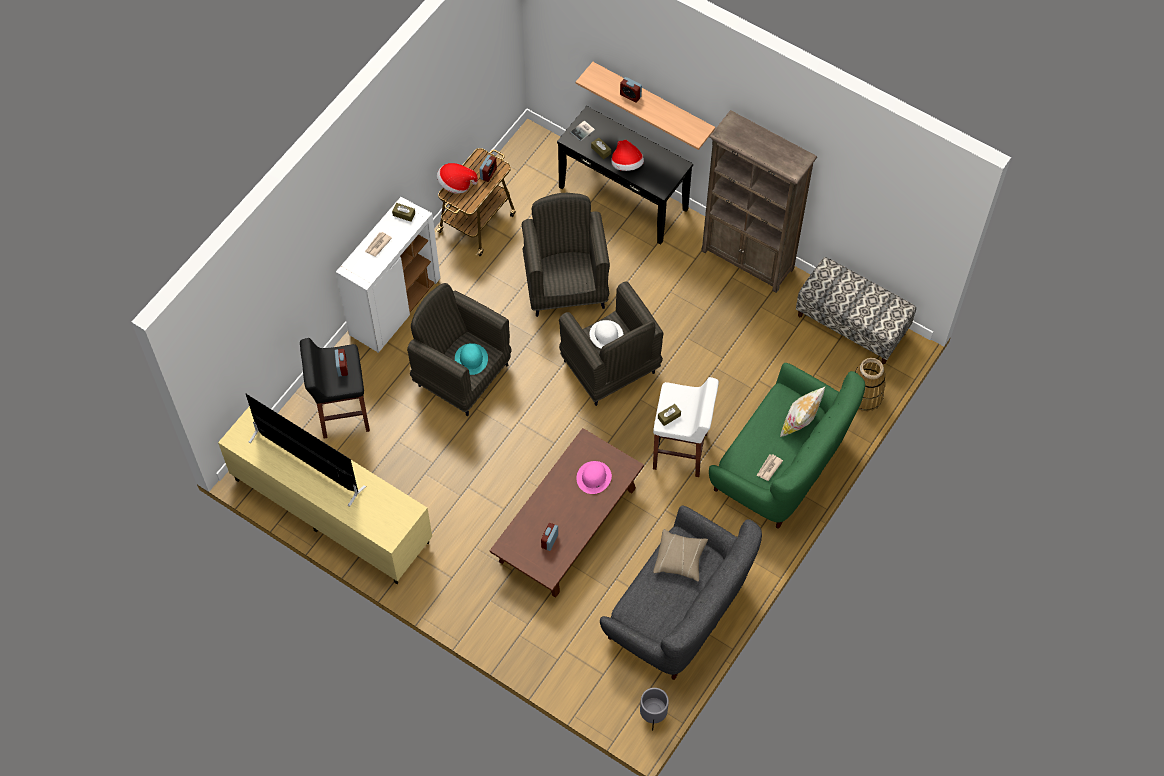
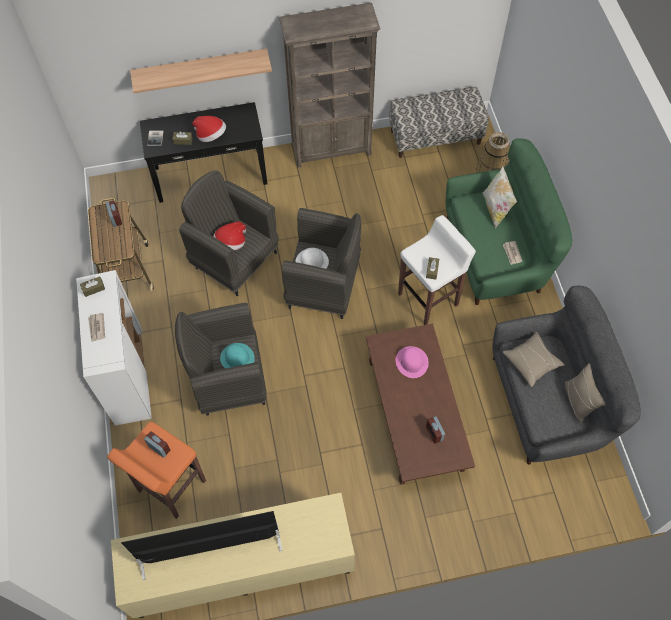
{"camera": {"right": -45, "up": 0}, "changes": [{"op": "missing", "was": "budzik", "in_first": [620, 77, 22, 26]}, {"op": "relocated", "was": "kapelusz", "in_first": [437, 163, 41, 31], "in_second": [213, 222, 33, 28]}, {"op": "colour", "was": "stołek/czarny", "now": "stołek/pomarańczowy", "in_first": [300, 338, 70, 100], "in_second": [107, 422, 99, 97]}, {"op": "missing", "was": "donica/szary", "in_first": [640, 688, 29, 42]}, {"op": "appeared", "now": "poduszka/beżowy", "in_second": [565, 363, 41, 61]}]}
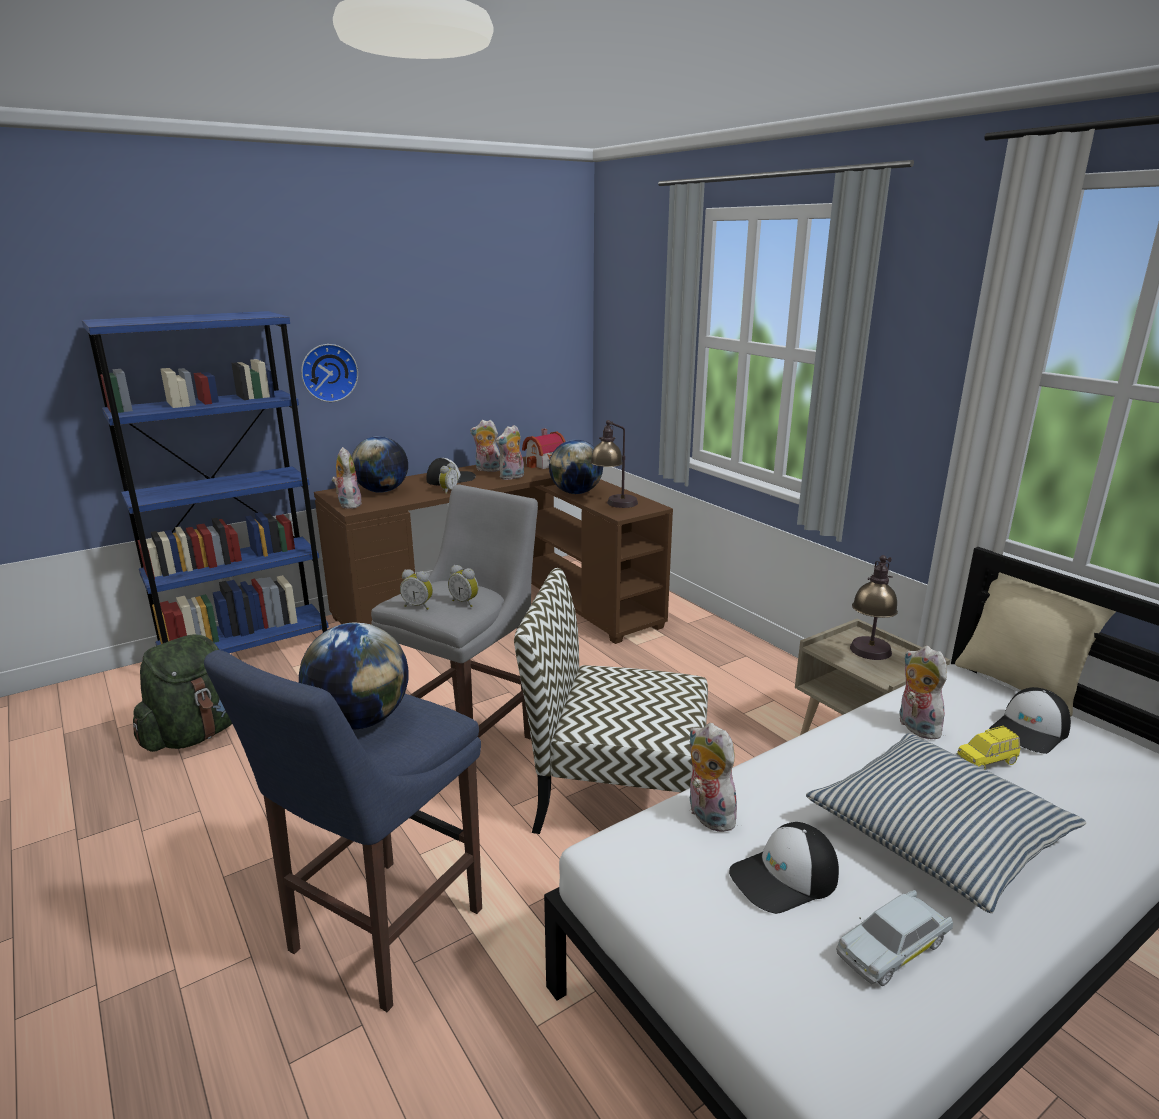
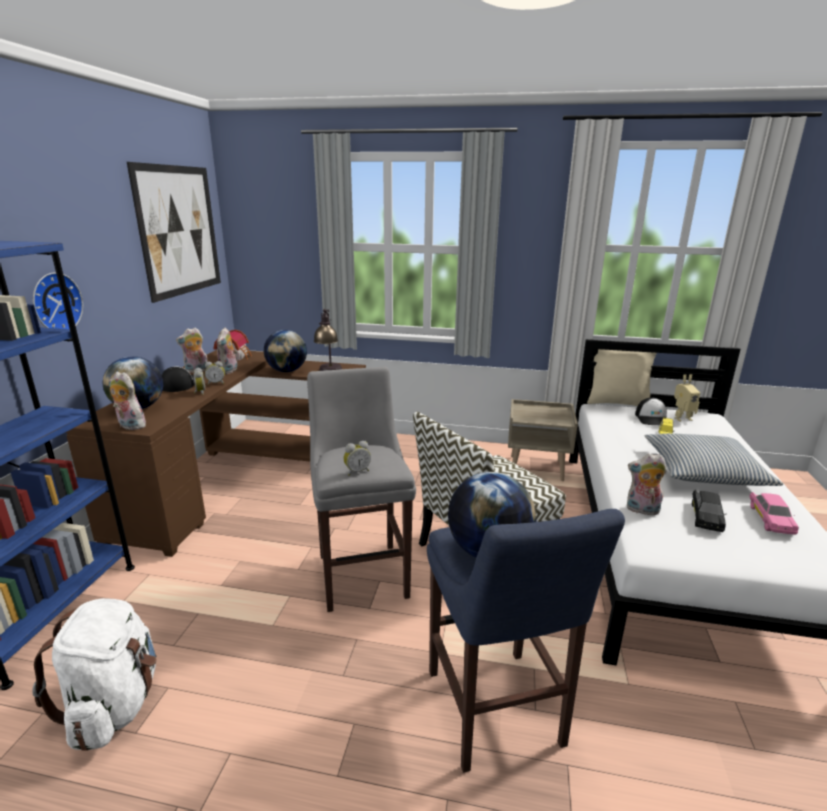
{"camera": {"right": -45, "up": 0}, "changes": [{"op": "missing", "was": "lampa stołowa", "in_first": [850, 555, 48, 105]}, {"op": "relocated", "was": "budzik", "in_first": [448, 565, 31, 42], "in_second": [205, 361, 20, 24]}, {"op": "colour", "was": "plecak/zielony", "now": "plecak/biały", "in_first": [133, 634, 99, 118], "in_second": [32, 598, 125, 153]}, {"op": "missing", "was": "pluszak", "in_first": [900, 646, 48, 93]}, {"op": "exchanged", "was": "czapka z daszkiem", "now": "samochodzik/czarny", "in_first": [729, 822, 110, 92], "in_second": [692, 490, 34, 42]}, {"op": "colour", "was": "samochodzik/biały", "now": "samochodzik/różowy", "in_first": [836, 890, 117, 96], "in_second": [749, 492, 50, 43]}, {"op": "appeared", "now": "obraz", "in_second": [127, 162, 94, 141]}, {"op": "appeared", "now": "robot zabawkowy", "in_second": [674, 374, 26, 47]}]}
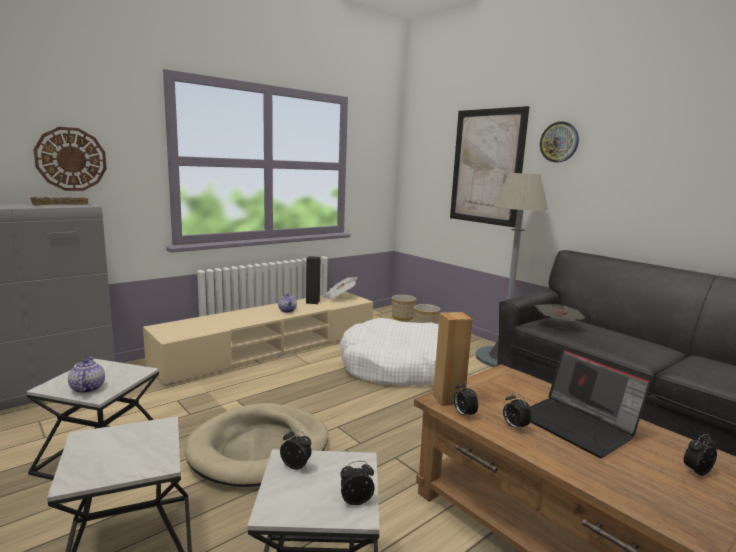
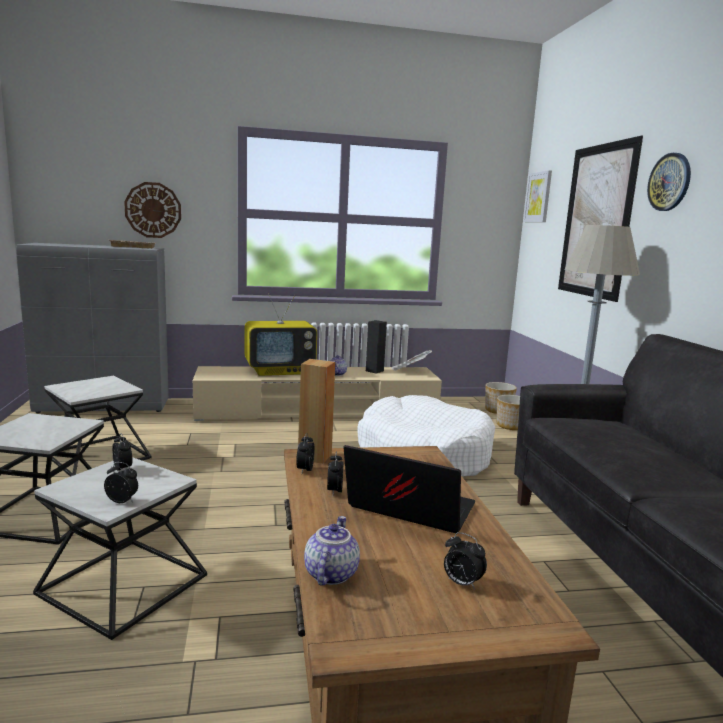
{"camera": {"right": 30, "up": 0}, "changes": [{"op": "missing", "was": "gazeta", "in_first": [534, 304, 51, 17]}, {"op": "spun", "was": "laptop", "in_first": [530, 348, 121, 110], "in_second": [344, 445, 131, 88], "clockwise": 120}, {"op": "relocated", "was": "imbryk", "in_first": [68, 357, 37, 36], "in_second": [304, 516, 56, 69]}, {"op": "missing", "was": "legowisko/beżowy", "in_first": [184, 403, 144, 84]}, {"op": "spun", "was": "budzik", "in_first": [684, 434, 33, 42], "in_second": [444, 532, 43, 58], "clockwise": -150}, {"op": "appeared", "now": "obraz", "in_second": [523, 170, 29, 52]}, {"op": "appeared", "now": "telewizor", "in_second": [245, 294, 72, 82]}]}
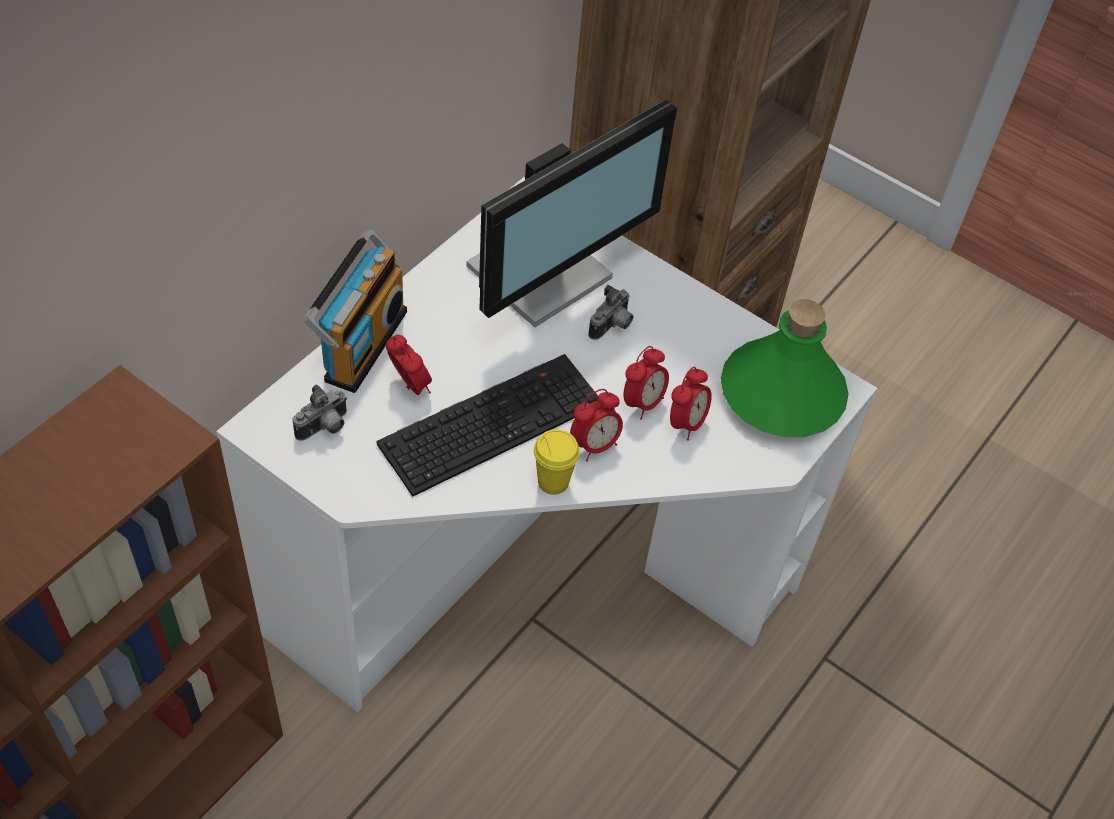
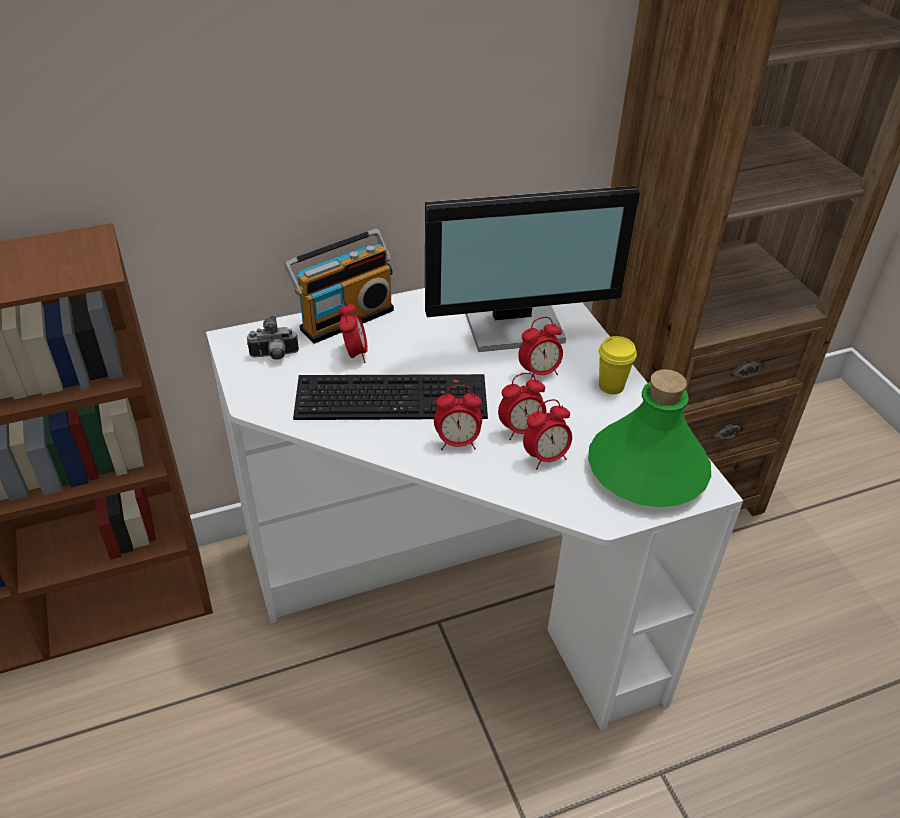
{"camera": {"right": 35, "up": -10}, "changes": [{"op": "exchanged", "was": "aparat fotograficzny", "now": "budzik", "in_first": [588, 285, 45, 55], "in_second": [518, 317, 45, 63]}, {"op": "relocated", "was": "filiżanka/żółty", "in_first": [533, 429, 47, 66], "in_second": [599, 336, 38, 58]}]}
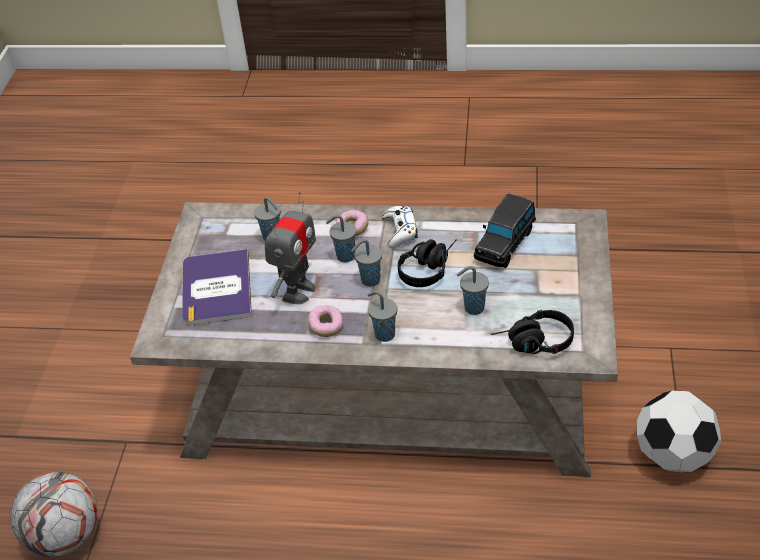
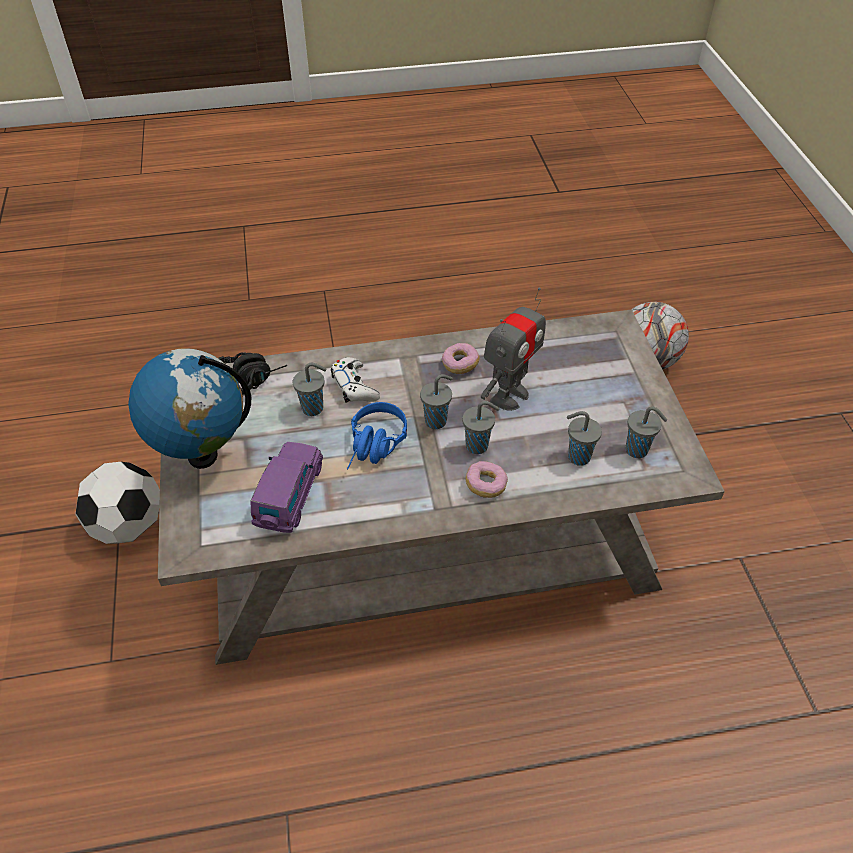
{"camera": {"right": 160, "up": 5}, "changes": [{"op": "spun", "was": "robot zabawkowy", "in_first": [265, 191, 51, 113], "in_second": [481, 287, 65, 124], "clockwise": -150}, {"op": "colour", "was": "samochodzik/czarny", "now": "samochodzik/fioletowy", "in_first": [474, 193, 62, 75], "in_second": [251, 442, 72, 91]}, {"op": "relocated", "was": "pad do gier/biały", "in_first": [382, 206, 36, 42], "in_second": [331, 357, 49, 46]}, {"op": "colour", "was": "słuchawki/czarny", "now": "słuchawki/niebieski", "in_first": [398, 239, 58, 48], "in_second": [347, 402, 60, 68]}, {"op": "missing", "was": "książka", "in_first": [182, 249, 70, 76]}, {"op": "relocated", "was": "filiżanka/szary", "in_first": [368, 291, 29, 51], "in_second": [626, 406, 41, 52]}, {"op": "appeared", "now": "globus", "in_second": [128, 348, 123, 121]}]}
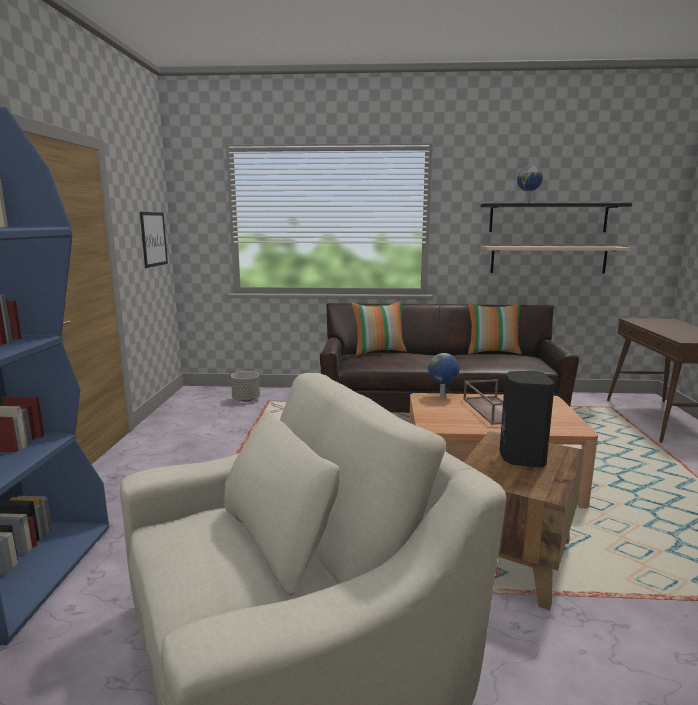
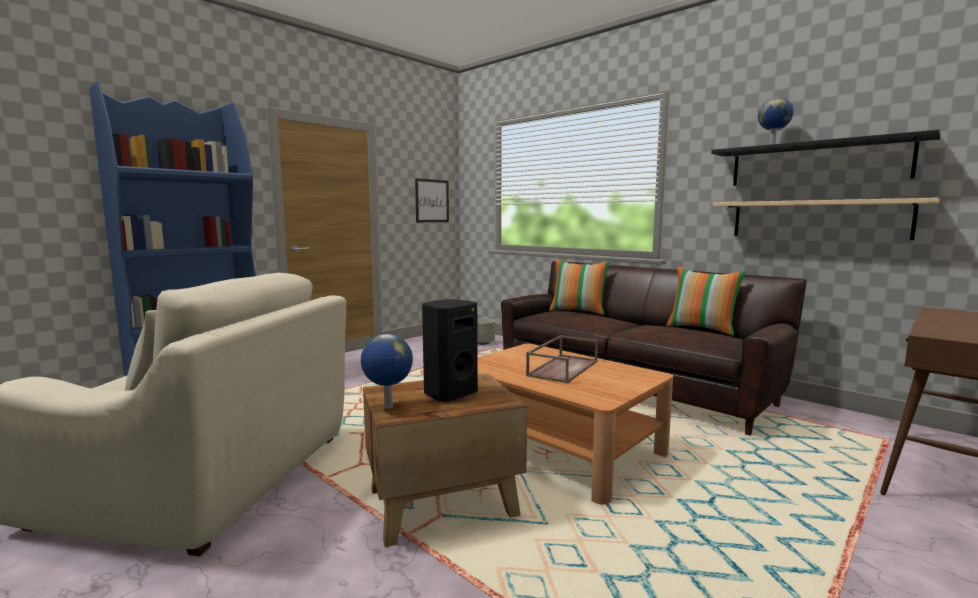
{"camera": {"right": 40, "up": -5}, "changes": [{"op": "relocated", "was": "globus", "in_first": [428, 353, 31, 45], "in_second": [361, 334, 52, 75]}]}
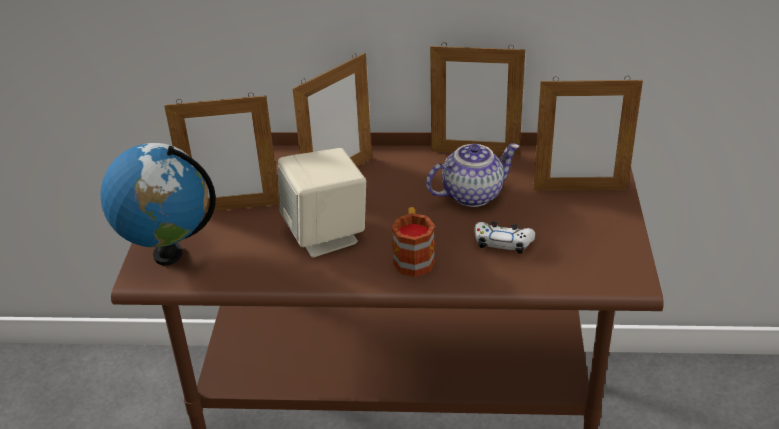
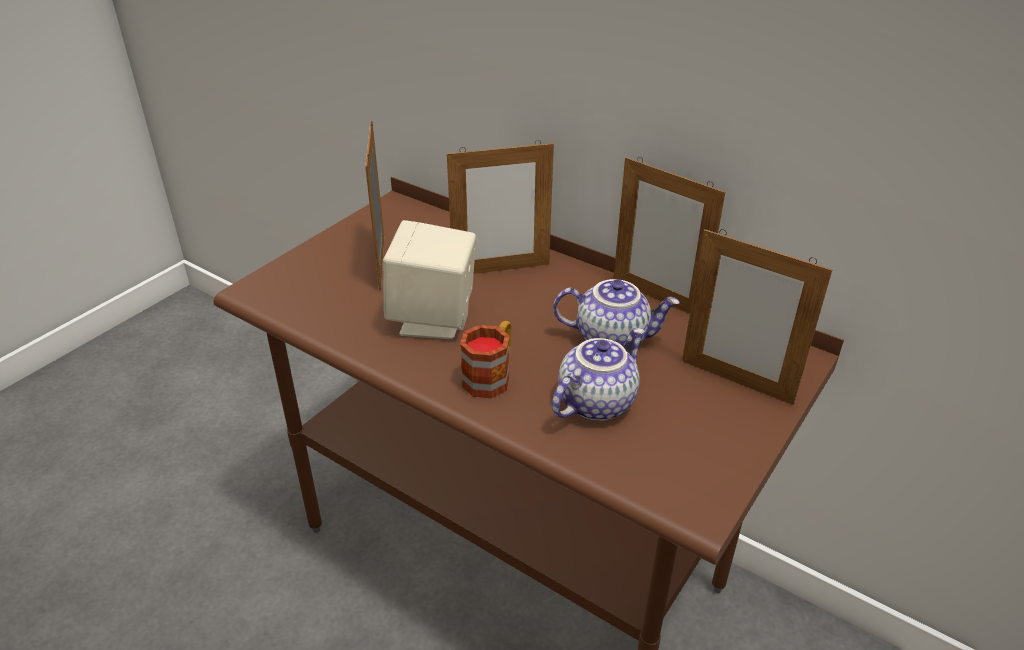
{"camera": {"right": 30, "up": 0}, "changes": [{"op": "spun", "was": "ramka na zdjęcie", "in_first": [164, 94, 115, 118], "in_second": [365, 120, 19, 171], "clockwise": 60}, {"op": "missing", "was": "globus", "in_first": [100, 143, 116, 123]}, {"op": "exchanged", "was": "pad do gier/biały", "now": "imbryk", "in_first": [475, 221, 60, 33], "in_second": [552, 328, 93, 93]}]}
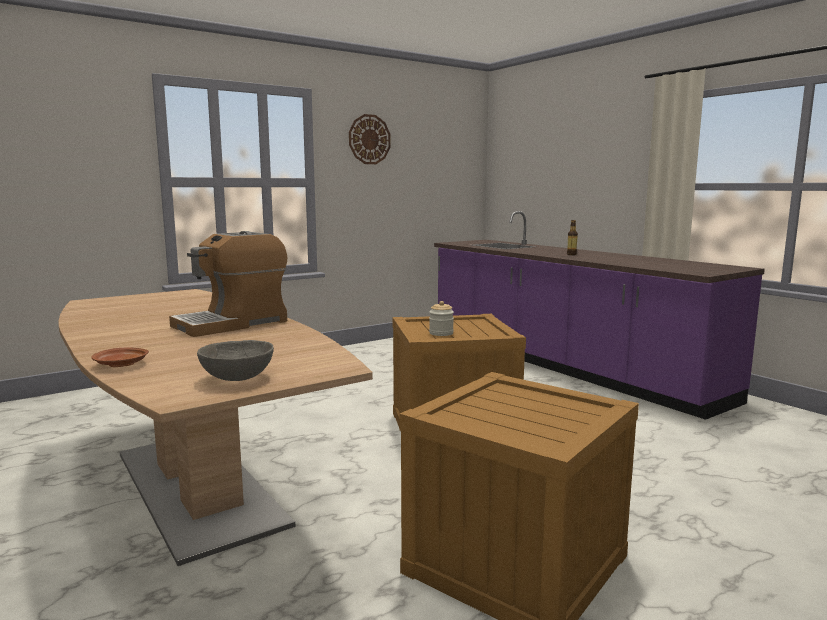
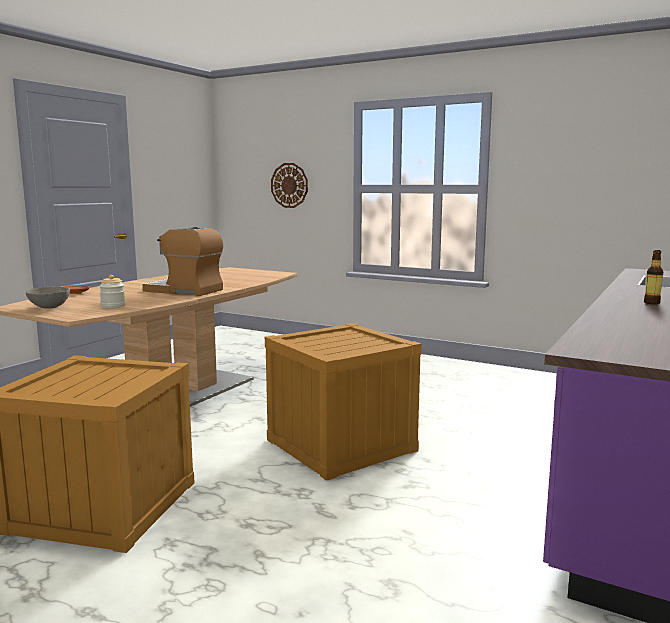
{"camera": {"right": 65, "up": 0}, "changes": [{"op": "relocated", "was": "zegar ścienny", "in_first": [349, 114, 42, 50], "in_second": [271, 163, 37, 45]}, {"op": "relocated", "was": "słoik", "in_first": [429, 301, 25, 35], "in_second": [99, 275, 26, 33]}]}
